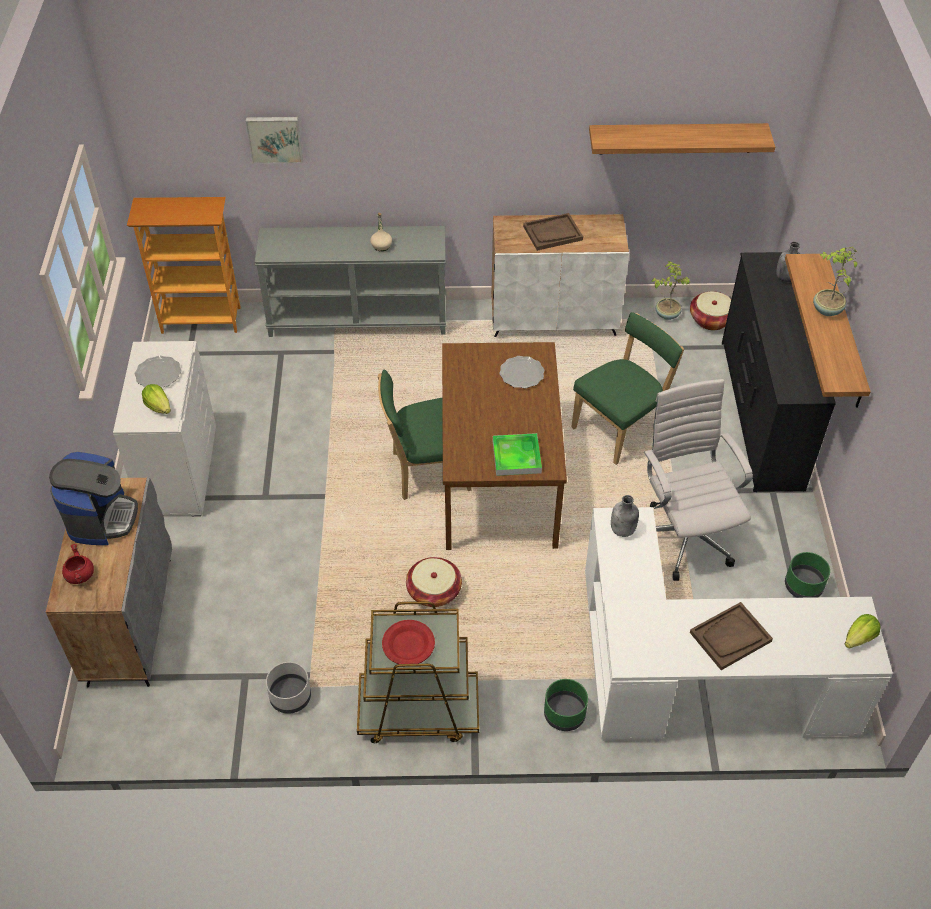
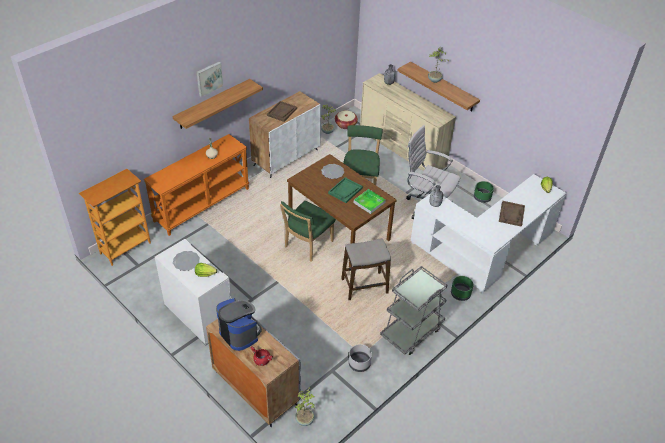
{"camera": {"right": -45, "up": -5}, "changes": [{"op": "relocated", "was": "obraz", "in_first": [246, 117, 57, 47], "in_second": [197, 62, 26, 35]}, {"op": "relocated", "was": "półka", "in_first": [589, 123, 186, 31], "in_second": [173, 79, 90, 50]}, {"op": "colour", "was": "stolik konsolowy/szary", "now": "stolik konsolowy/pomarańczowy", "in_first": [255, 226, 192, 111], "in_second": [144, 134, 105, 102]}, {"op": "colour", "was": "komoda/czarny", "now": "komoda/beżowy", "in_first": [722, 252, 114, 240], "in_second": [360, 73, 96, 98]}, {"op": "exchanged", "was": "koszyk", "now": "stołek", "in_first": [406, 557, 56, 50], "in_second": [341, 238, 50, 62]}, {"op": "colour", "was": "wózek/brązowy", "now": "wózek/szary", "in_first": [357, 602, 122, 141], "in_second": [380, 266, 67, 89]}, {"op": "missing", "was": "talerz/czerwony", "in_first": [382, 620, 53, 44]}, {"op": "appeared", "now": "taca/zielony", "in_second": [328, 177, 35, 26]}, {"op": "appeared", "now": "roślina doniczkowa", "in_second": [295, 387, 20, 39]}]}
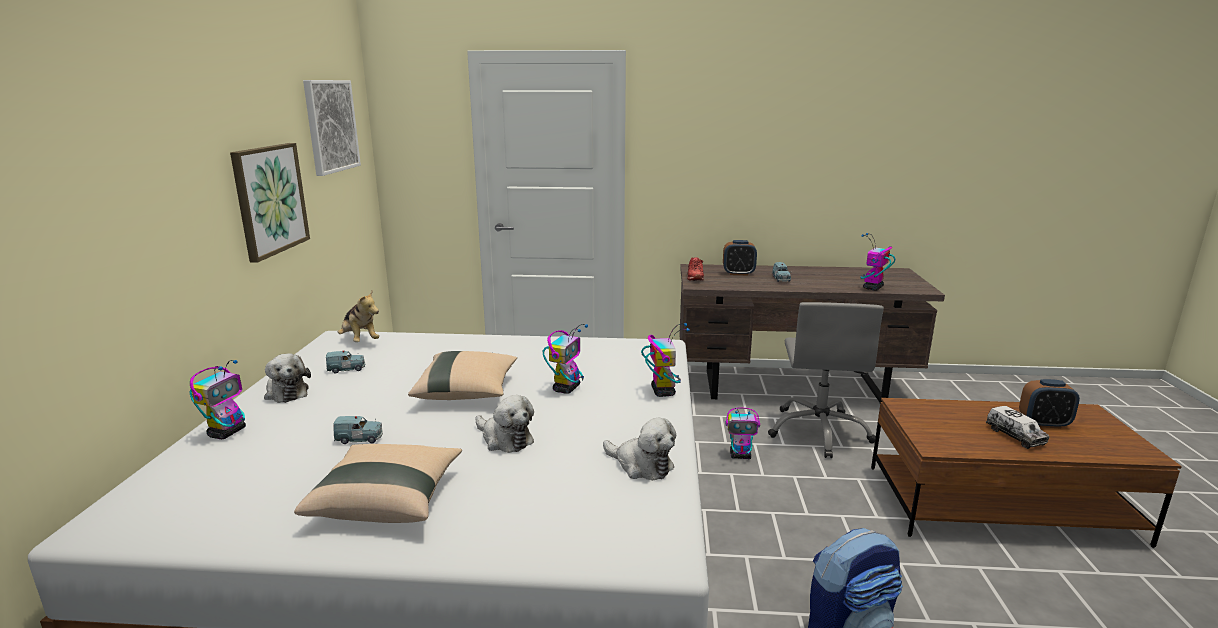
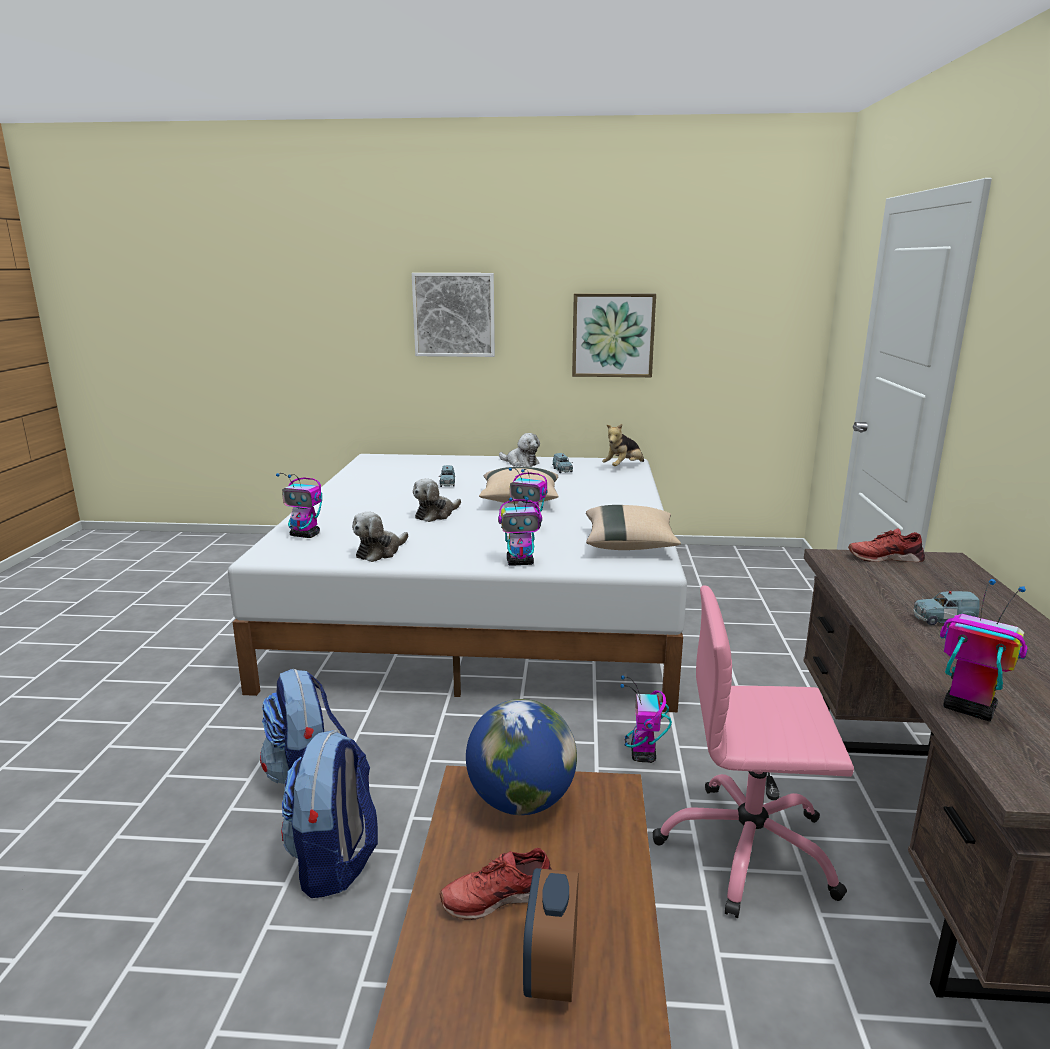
{"camera": {"right": 90, "up": 0}, "changes": [{"op": "relocated", "was": "obraz", "in_first": [303, 80, 58, 96], "in_second": [412, 273, 83, 84]}, {"op": "missing", "was": "budzik", "in_first": [723, 240, 34, 35]}, {"op": "colour", "was": "krzesło biurowe/szary", "now": "krzesło biurowe/różowy", "in_first": [768, 302, 116, 156], "in_second": [653, 585, 201, 333]}, {"op": "spun", "was": "pluszak", "in_first": [264, 353, 47, 50], "in_second": [499, 433, 41, 34], "clockwise": -105}, {"op": "relocated", "was": "robot zabawkowy", "in_first": [190, 360, 56, 79], "in_second": [276, 473, 46, 65]}, {"op": "exchanged", "was": "ciężarówka zabawkowa", "now": "but/czerwony", "in_first": [986, 406, 63, 43], "in_second": [440, 848, 112, 72]}, {"op": "relocated", "was": "poduszka/beżowy", "in_first": [294, 444, 168, 79], "in_second": [586, 505, 95, 45]}, {"op": "appeared", "now": "globus", "in_second": [466, 699, 111, 116]}, {"op": "appeared", "now": "plecak", "in_second": [281, 730, 97, 168]}]}
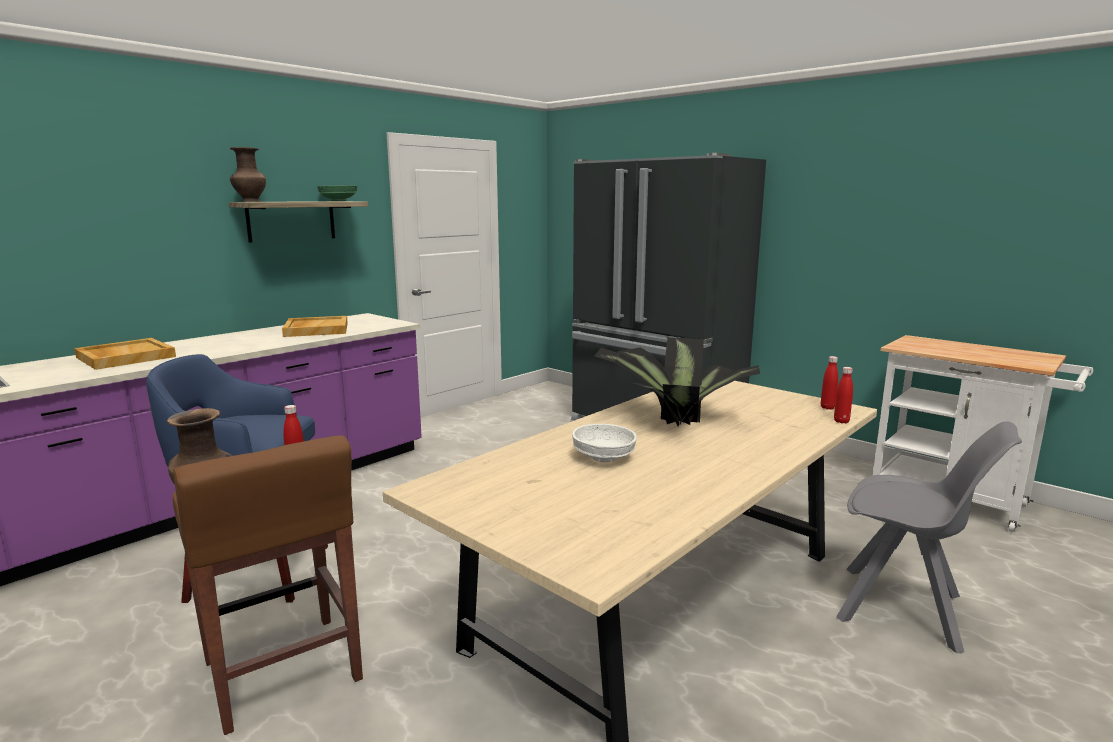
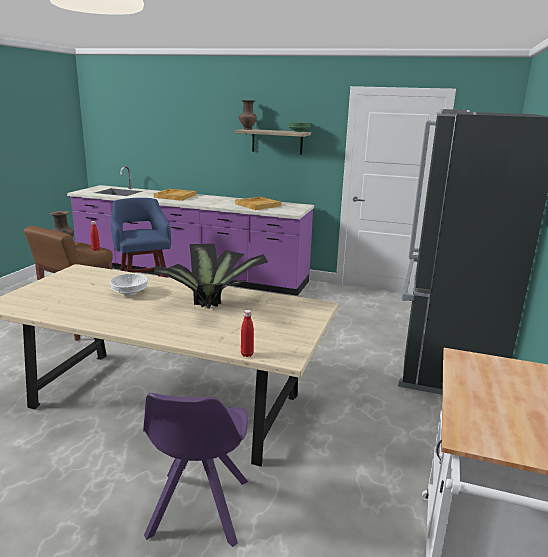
{"camera": {"right": 65, "up": 5}, "changes": [{"op": "missing", "was": "butelka/czerwony", "in_first": [821, 356, 17, 53]}, {"op": "colour", "was": "krzesło/szary", "now": "krzesło/fioletowy", "in_first": [836, 421, 186, 233], "in_second": [143, 393, 105, 154]}]}
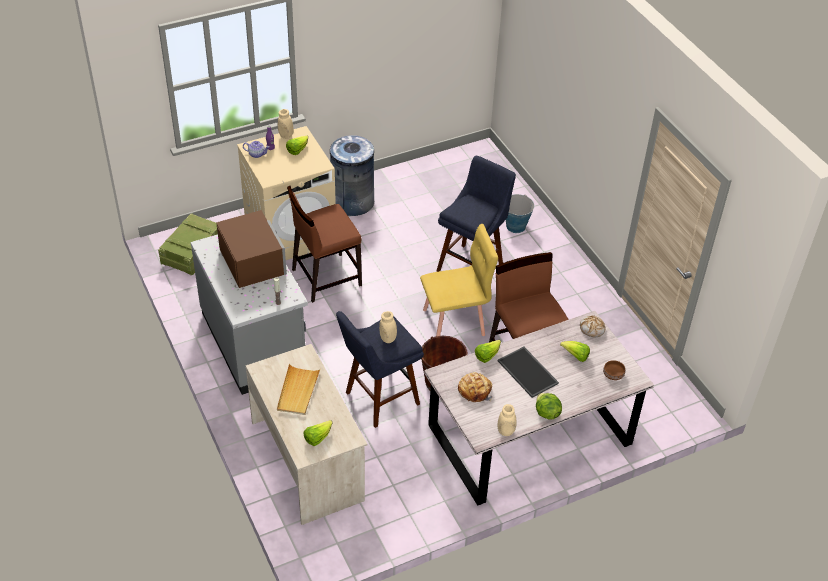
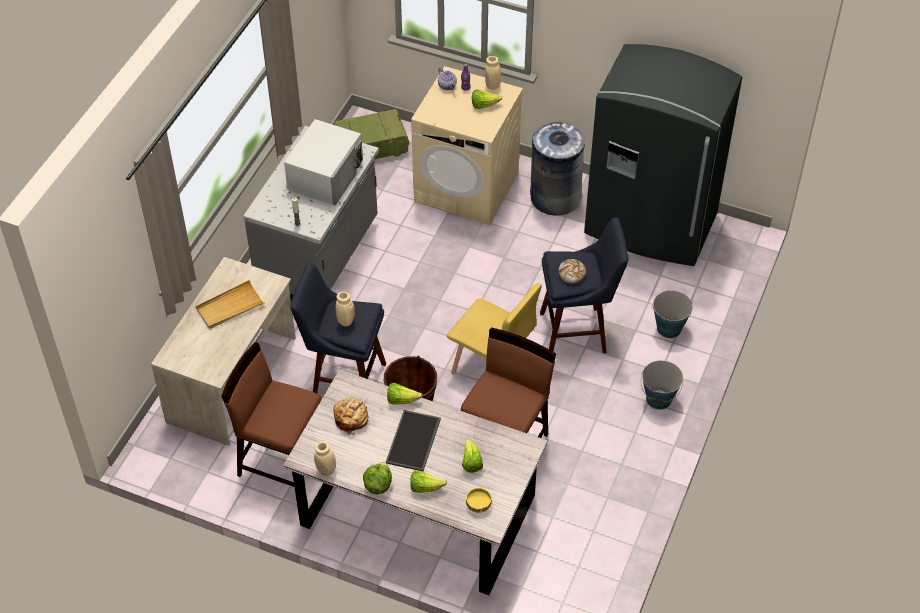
{"camera": {"right": 50, "up": 5}, "changes": [{"op": "relocated", "was": "krzesło/brązowy", "in_first": [287, 186, 75, 117], "in_second": [221, 342, 101, 145]}, {"op": "colour", "was": "mikrofalówka/brązowy", "now": "mikrofalówka/biały", "in_first": [216, 210, 71, 78], "in_second": [284, 119, 79, 87]}, {"op": "relocated", "was": "chleb", "in_first": [580, 315, 25, 22], "in_second": [558, 259, 28, 25]}, {"op": "colour", "was": "miska/brązowy", "now": "miska/żółty", "in_first": [603, 360, 22, 20], "in_second": [466, 488, 26, 25]}, {"op": "relocated", "was": "sałata", "in_first": [303, 420, 29, 26], "in_second": [410, 470, 37, 23]}, {"op": "appeared", "now": "lodówka/szary", "in_second": [584, 44, 158, 222]}, {"op": "appeared", "now": "wiadro", "in_second": [641, 360, 42, 50]}]}
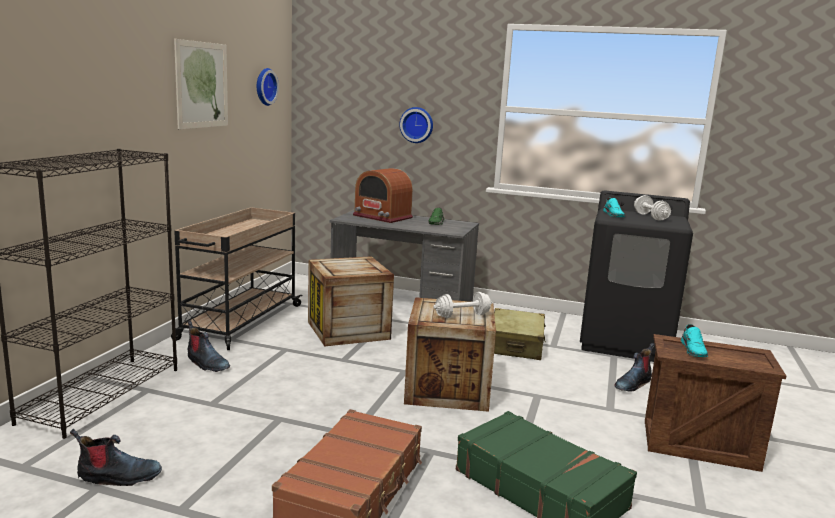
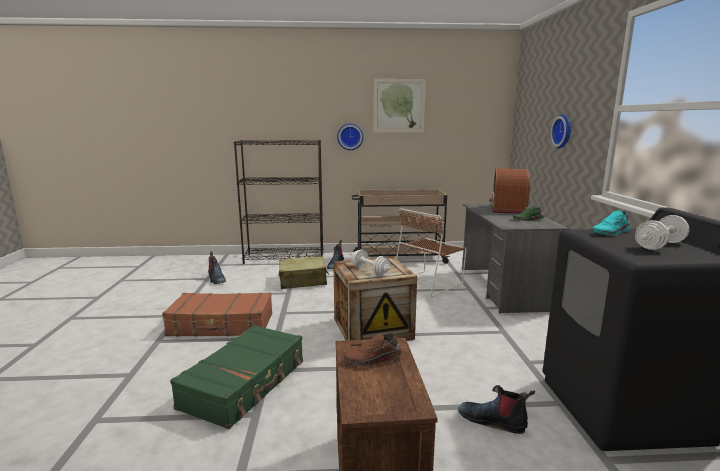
{"camera": {"right": 70, "up": 0}, "changes": [{"op": "relocated", "was": "zegar ścienny", "in_first": [257, 68, 22, 38], "in_second": [337, 123, 26, 27]}, {"op": "exchanged", "was": "skrzynka", "now": "krzesło/brązowy", "in_first": [308, 256, 86, 90], "in_second": [396, 208, 71, 89]}, {"op": "relocated", "was": "walizka/beżowy", "in_first": [494, 308, 52, 52], "in_second": [279, 256, 50, 33]}, {"op": "colour", "was": "but/turkusowy", "now": "but/brązowy", "in_first": [681, 324, 27, 33], "in_second": [343, 333, 60, 34]}]}
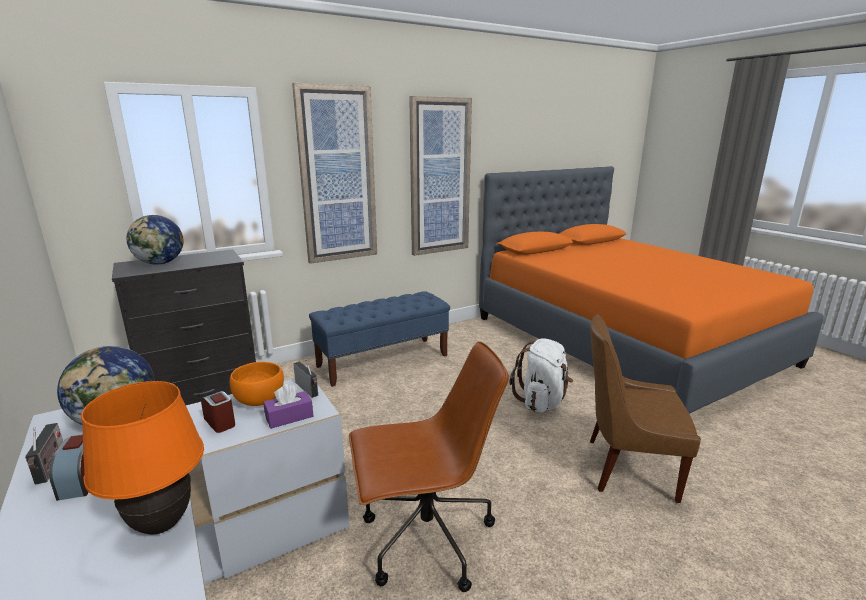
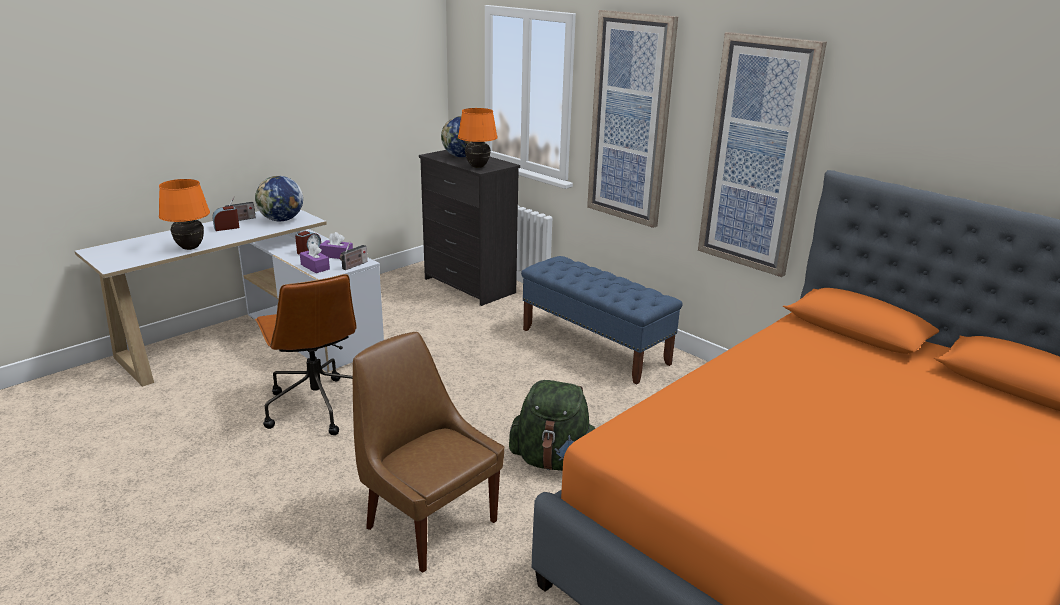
{"camera": {"right": 75, "up": 5}, "changes": [{"op": "spun", "was": "krzesło/brązowy", "in_first": [590, 314, 111, 189], "in_second": [353, 332, 151, 241], "clockwise": -45}, {"op": "colour", "was": "plecak/biały", "now": "plecak/zielony", "in_first": [509, 338, 64, 74], "in_second": [509, 380, 87, 91]}, {"op": "exchanged", "was": "miska/pomarańczowy", "now": "pudełko chusteczek/fioletowy", "in_first": [230, 362, 54, 44], "in_second": [319, 232, 34, 27]}, {"op": "appeared", "now": "lampa stołowa/pomarańczowy", "in_second": [458, 108, 40, 60]}]}
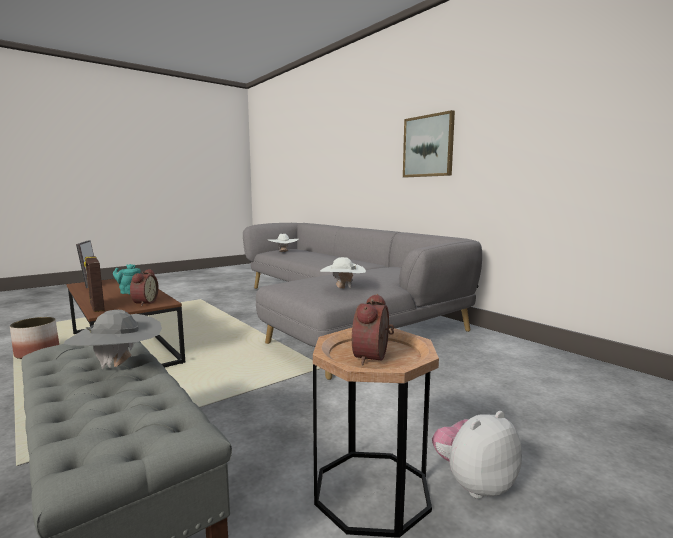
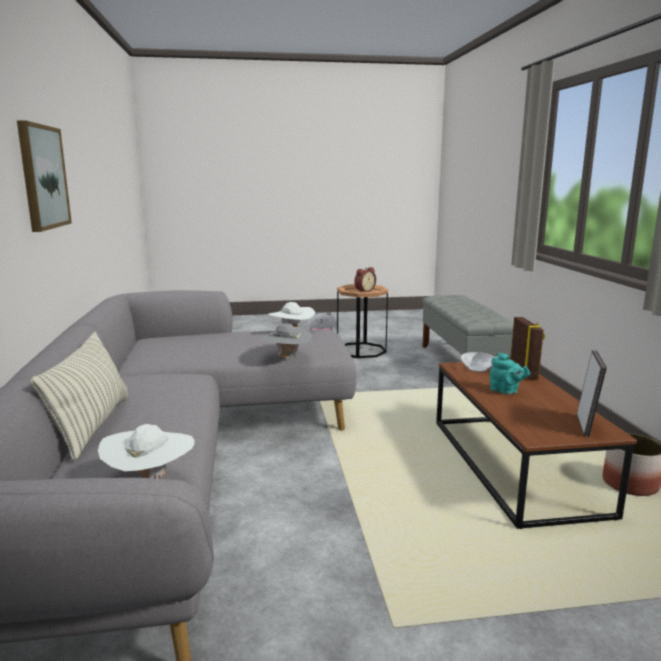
{"camera": {"right": -150, "up": 5}, "changes": [{"op": "exchanged", "was": "budzik", "now": "miska", "in_first": [130, 269, 29, 37], "in_second": [461, 352, 35, 20]}, {"op": "relocated", "was": "kapelusz/szary", "in_first": [63, 310, 99, 59], "in_second": [260, 323, 52, 35]}, {"op": "appeared", "now": "poduszka", "in_second": [30, 332, 98, 129]}]}
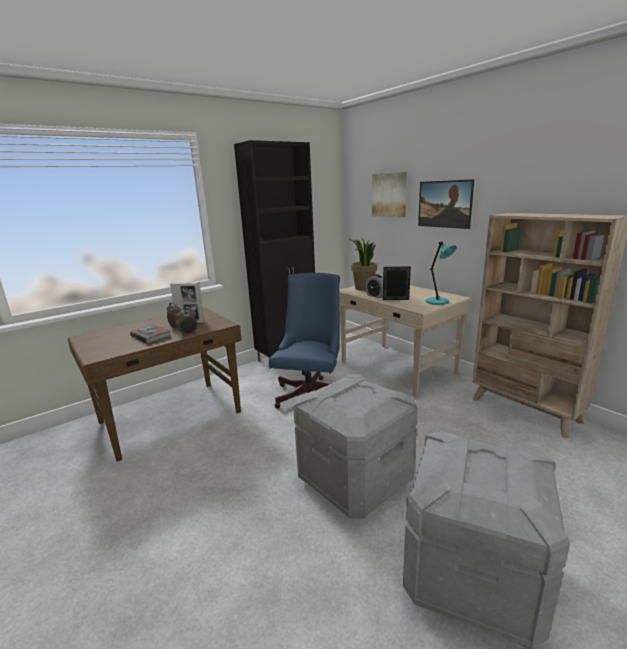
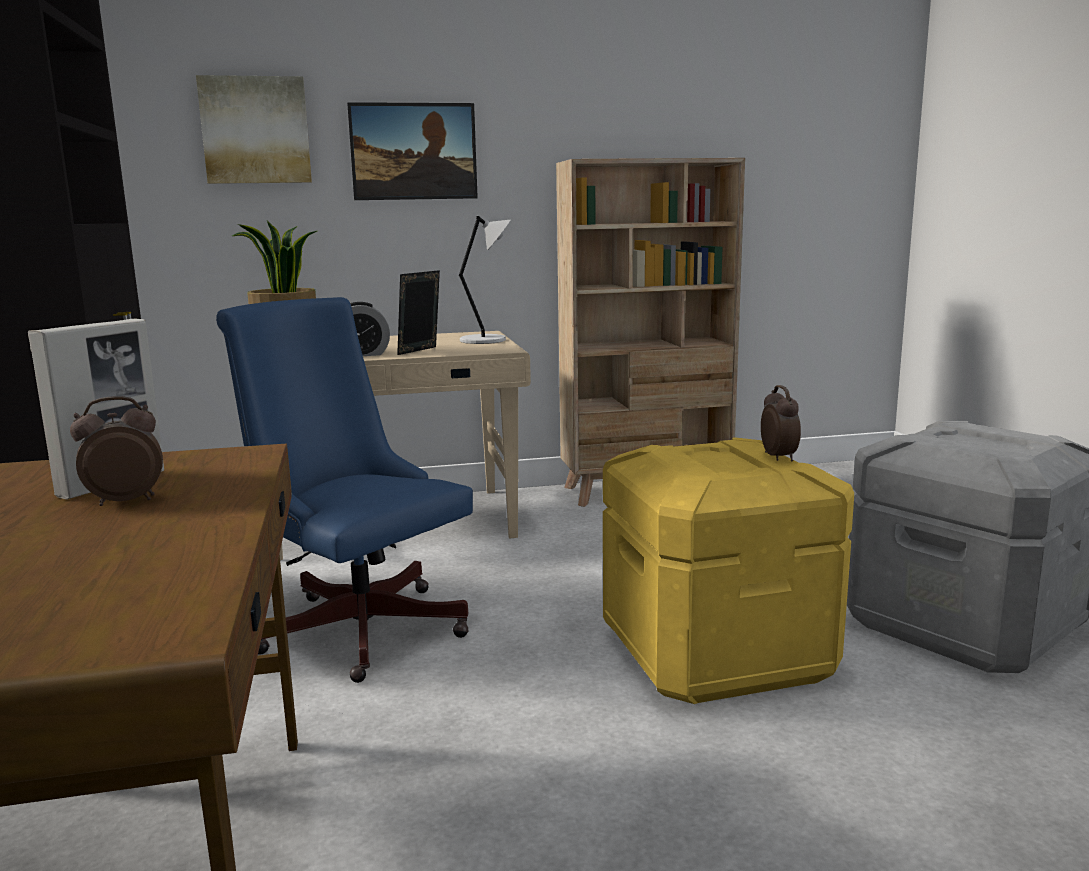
{"camera": {"right": -65, "up": -5}, "changes": [{"op": "colour", "was": "lampa stołowa/turkusowy", "now": "lampa stołowa/szary", "in_first": [426, 242, 31, 63], "in_second": [459, 216, 52, 128]}, {"op": "relocated", "was": "budzik", "in_first": [176, 307, 22, 29], "in_second": [761, 385, 40, 76]}, {"op": "missing", "was": "książka", "in_first": [130, 324, 41, 20]}, {"op": "colour", "was": "pojemnik do przechowywania/szary", "now": "pojemnik do przechowywania/żółty", "in_first": [293, 374, 125, 145], "in_second": [603, 437, 251, 267]}]}
